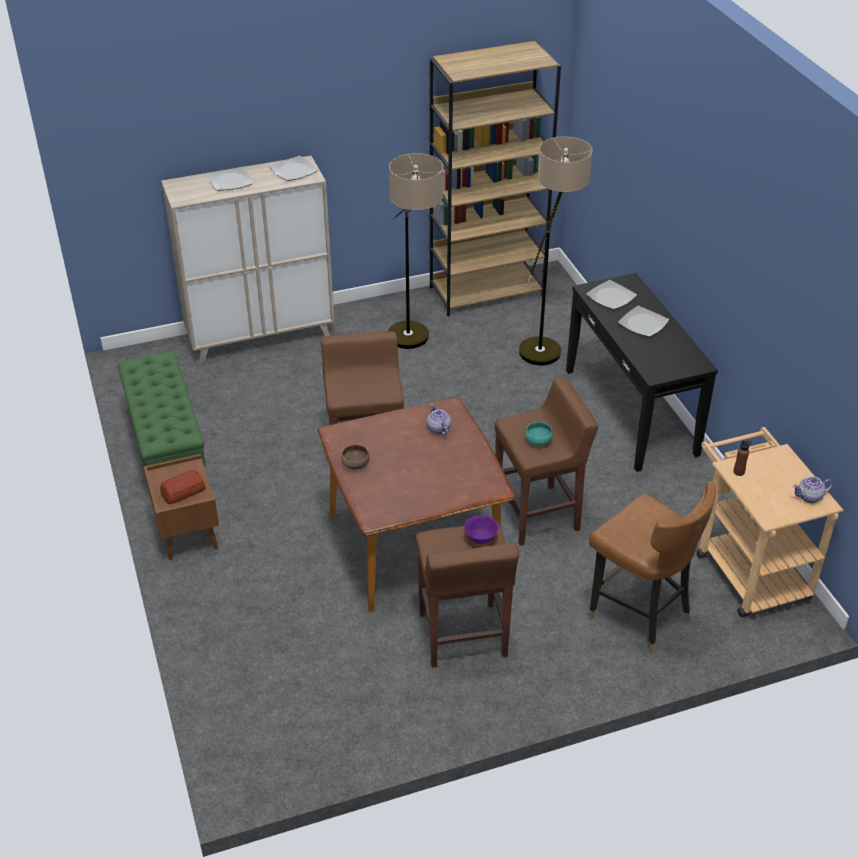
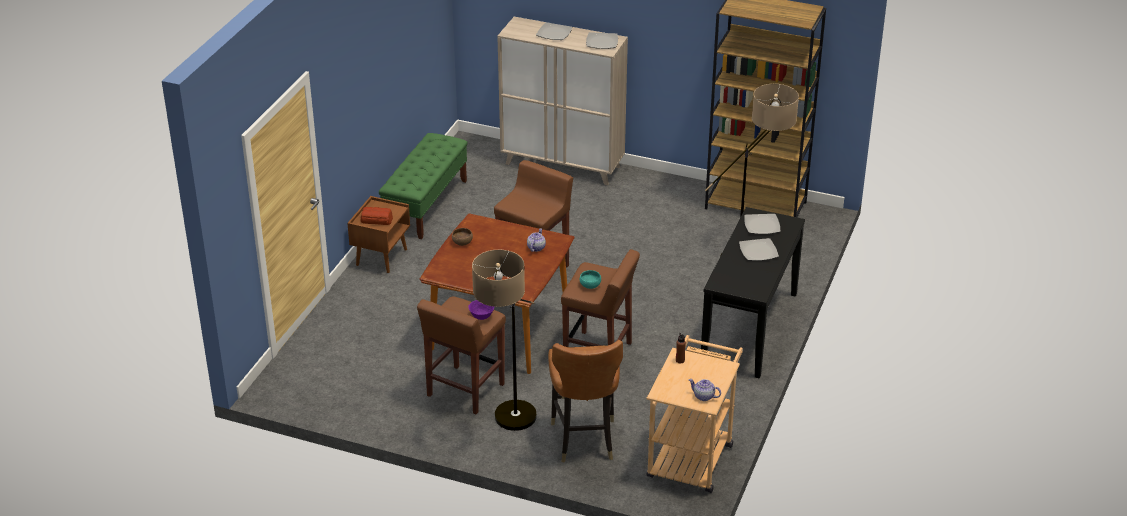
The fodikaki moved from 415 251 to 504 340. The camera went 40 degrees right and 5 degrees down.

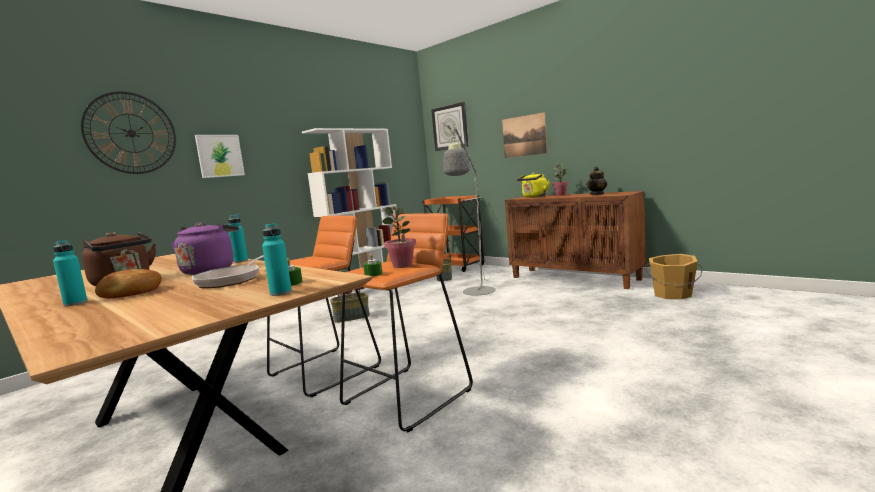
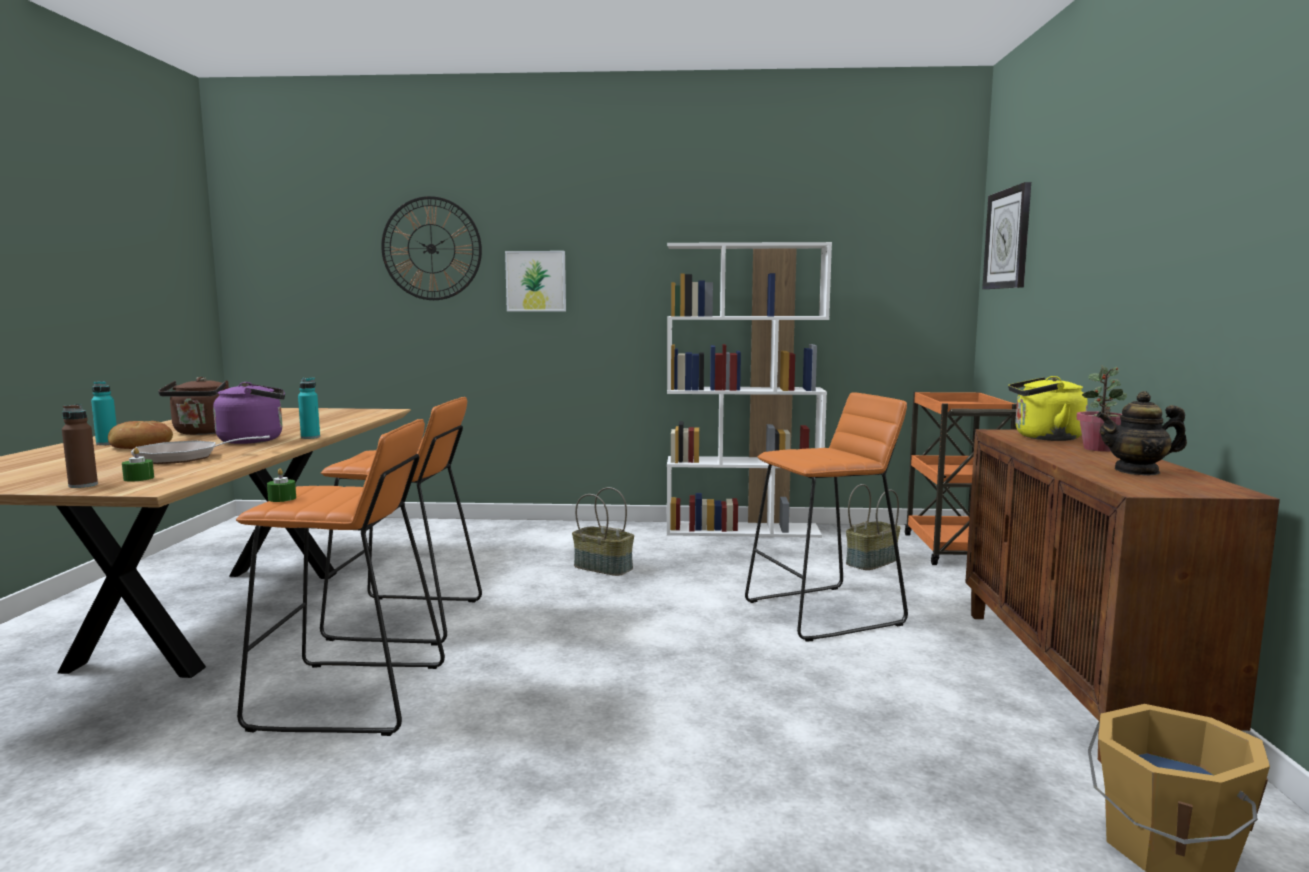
The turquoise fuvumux at 277 259 became the brown fuvumux at 80 446. The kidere at 399 237 disappeared. The grey fodikaki at 469 211 was replaced by the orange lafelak at 826 517. The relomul at 524 135 disappeared. The camera went 50 degrees right and 0 degrees up.

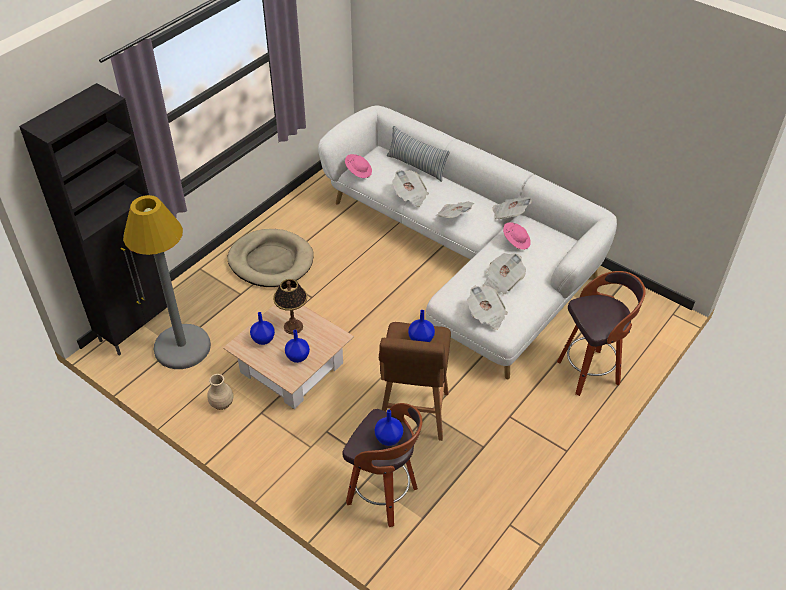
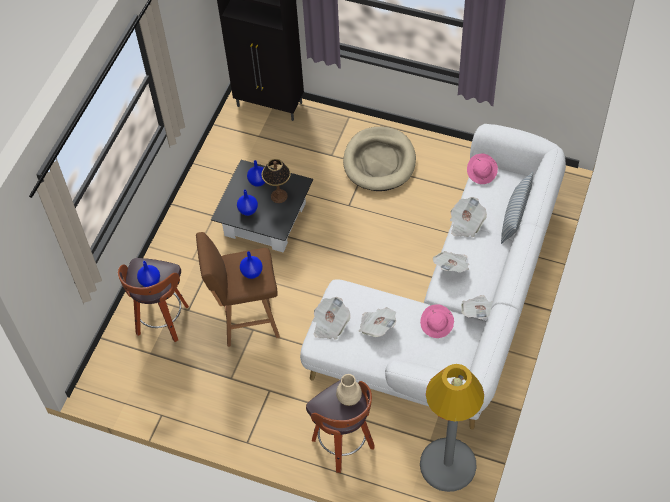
The grey fodikaki moved from 167 282 to 452 428. The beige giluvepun moved from 220 392 to 349 390. The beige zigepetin at 288 357 became the black zigepetin at 262 206. The camera went 75 degrees right and 10 degrees up.

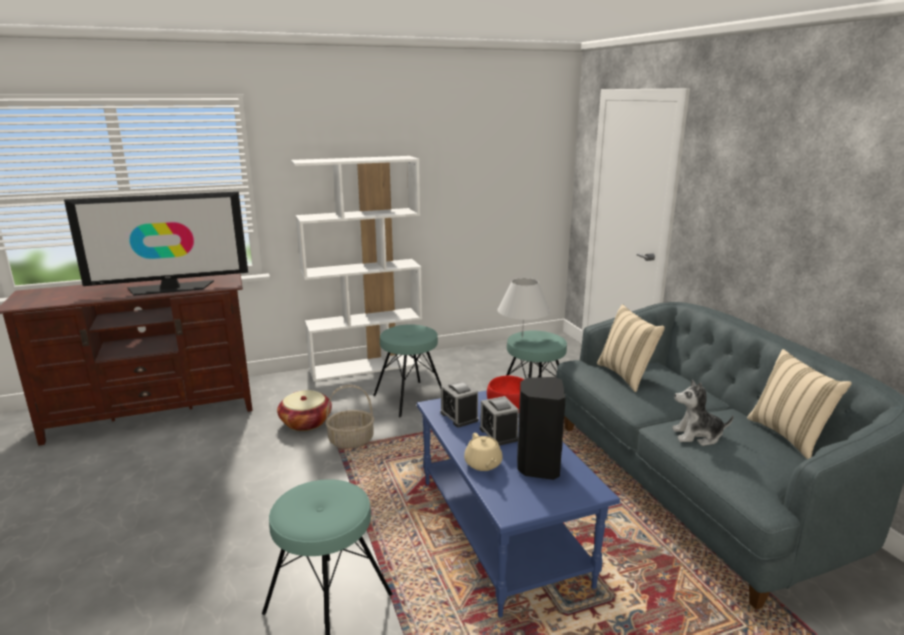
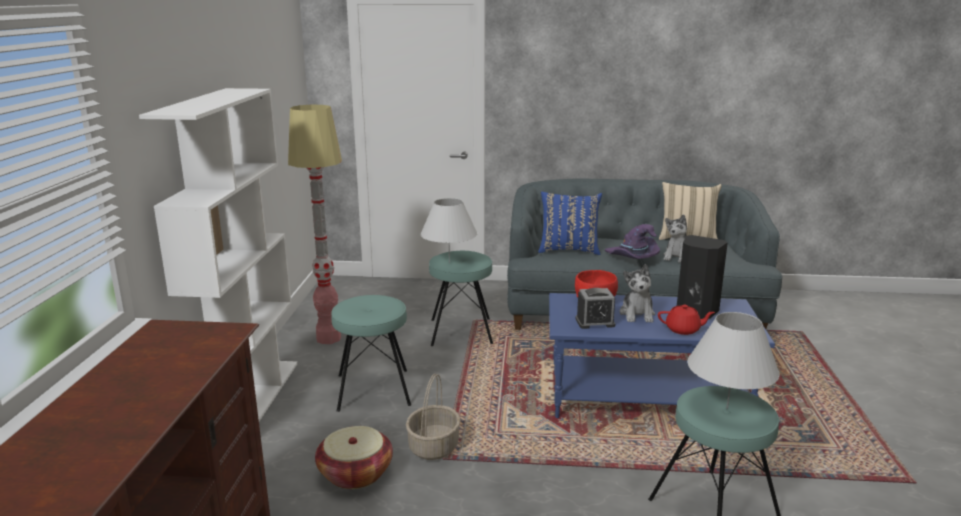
The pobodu at 156 243 disappeared. The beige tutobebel at 483 452 became the red tutobebel at 686 320. The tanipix at 499 421 was replaced by the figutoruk at 637 293. The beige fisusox at 631 348 became the blue fisusox at 570 223. The fodikaki at 315 224 appeared. The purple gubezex at 632 241 appeared. The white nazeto at 733 360 appeared. The camera went 65 degrees left and 0 degrees up.

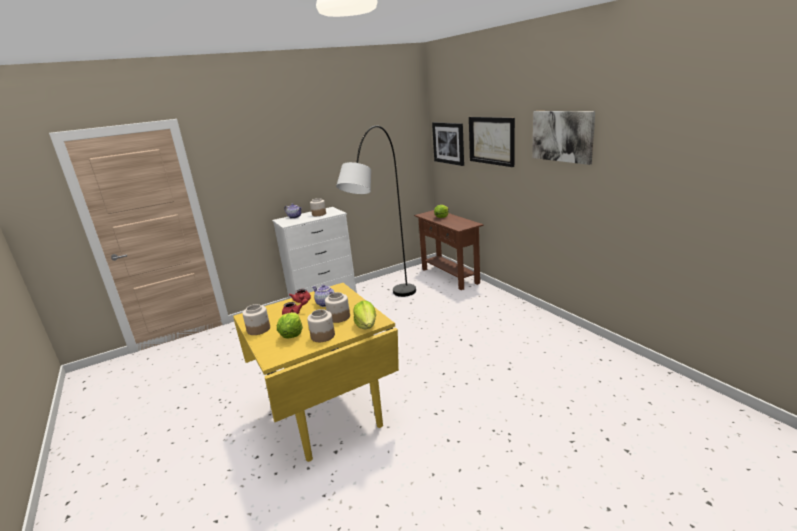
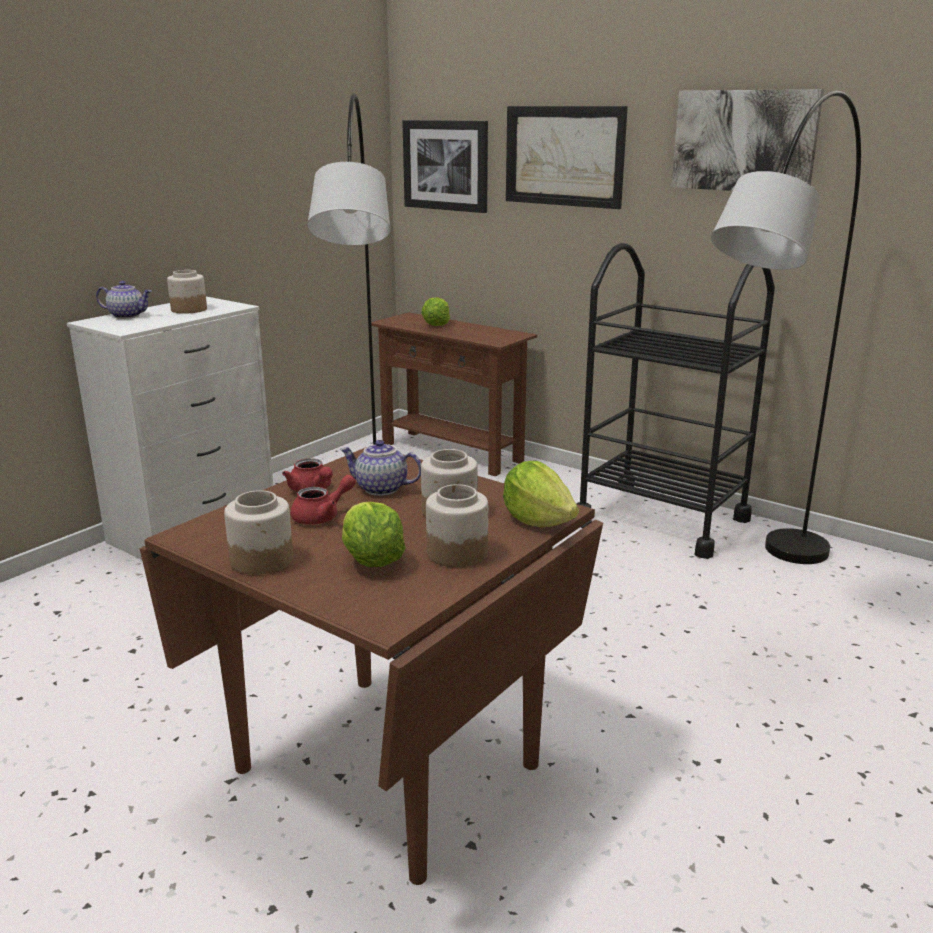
The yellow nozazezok at 316 372 became the brown nozazezok at 371 665. The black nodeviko at 676 401 appeared. The grey fodikaki at 786 327 appeared. The camera went 25 degrees left and 0 degrees up.

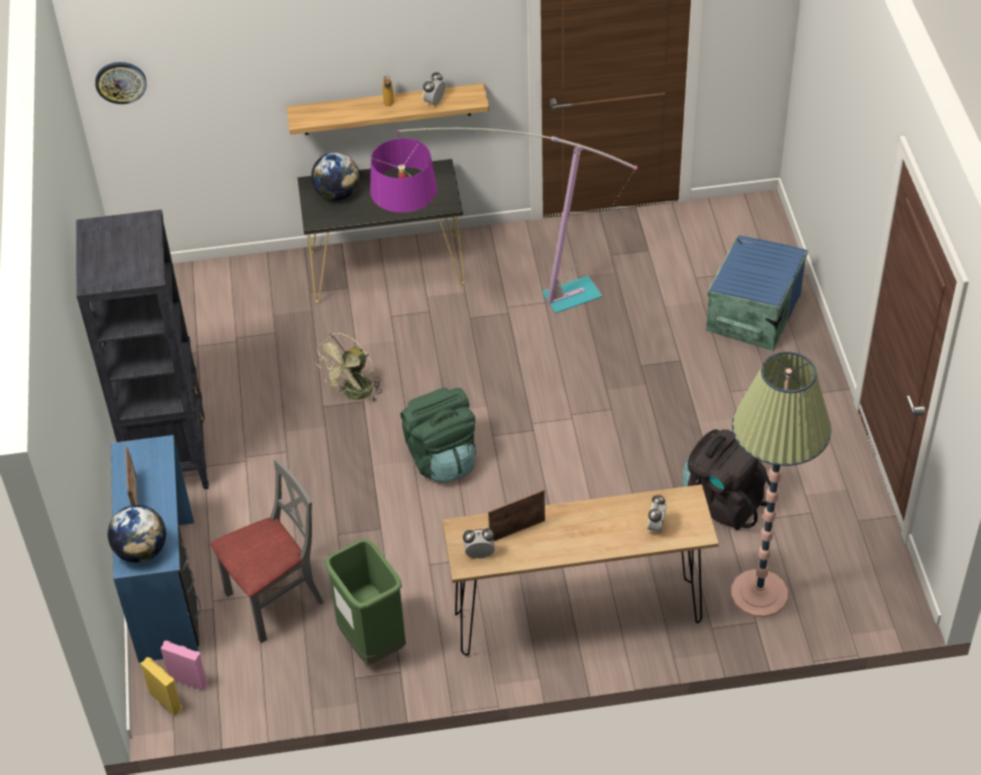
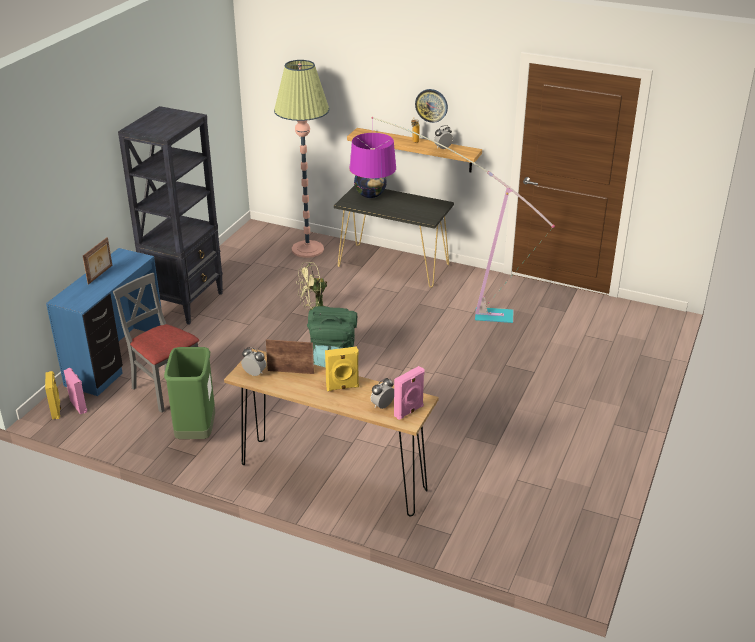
The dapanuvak moved from 121 83 to 431 106. The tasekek at 136 534 disappeared. The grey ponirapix at 267 550 turned 135 degrees counterclockwise. The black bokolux at 726 479 disappeared. The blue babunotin at 757 293 disappeared. The fodikaki moved from 781 484 to 301 159. The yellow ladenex at 342 368 appeared. The pink ladenex at 409 393 appeared. The camera went 30 degrees right and 15 degrees down.

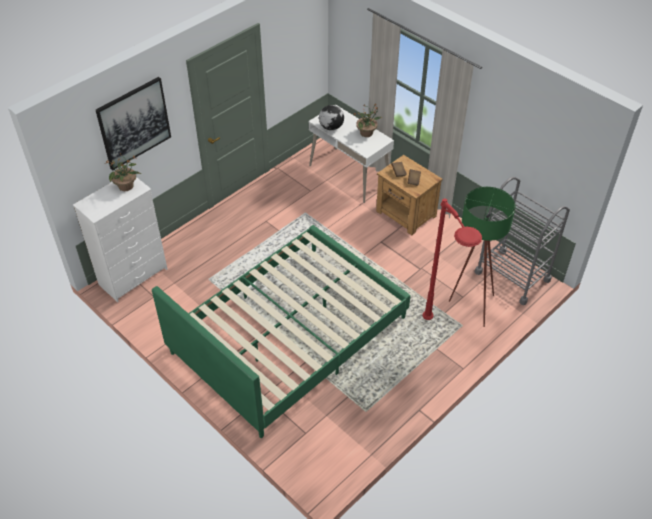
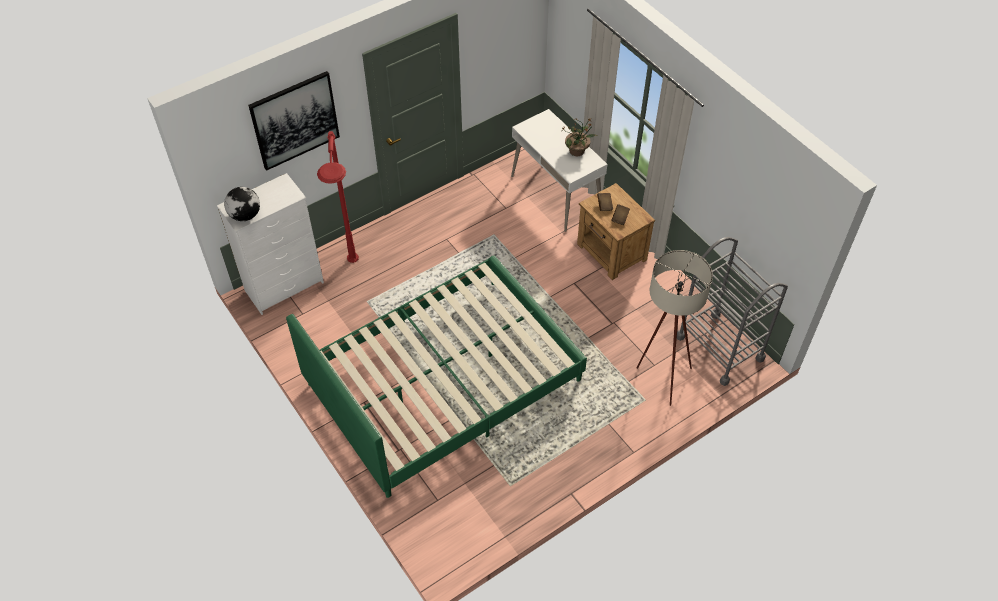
The kidere at 123 172 disappeared. The tasekek moved from 331 117 to 242 204. The red fodikaki moved from 452 259 to 338 197. The green fodikaki at 482 257 became the beige fodikaki at 675 328. The camera went 10 degrees right and 5 degrees up.

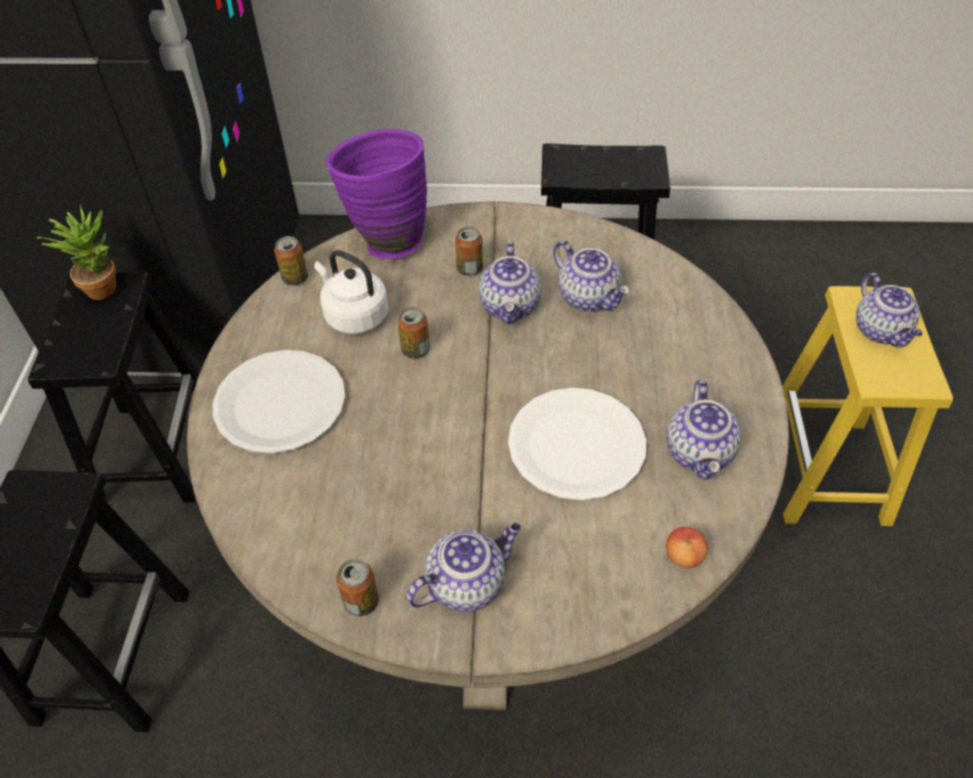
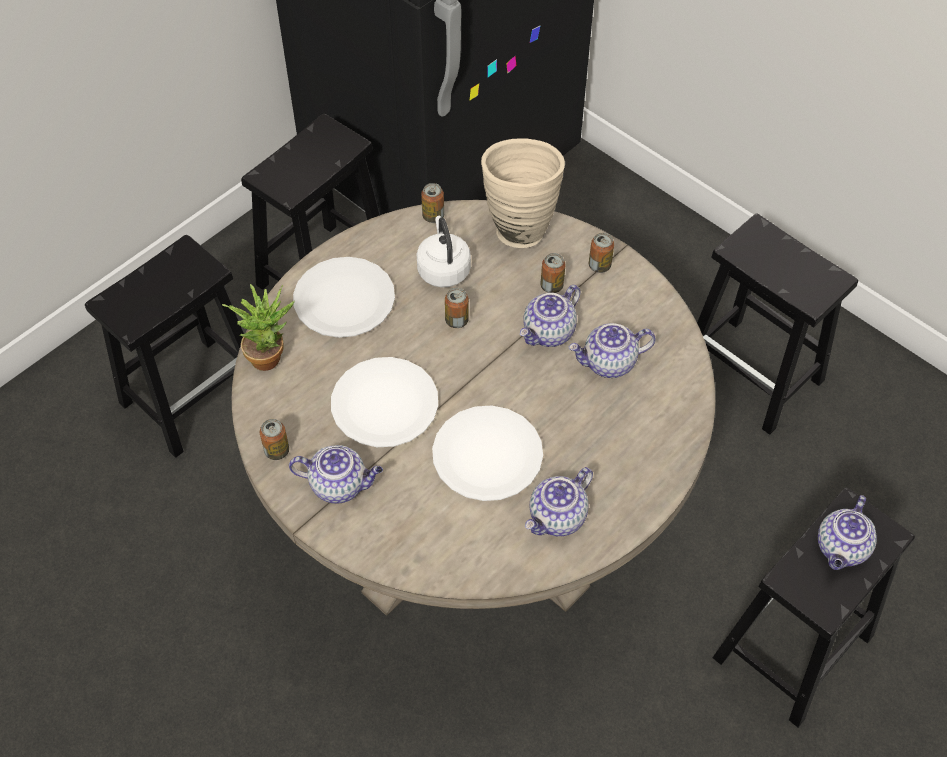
The kidere moved from 76 252 to 258 327. The purple giluvepun at 376 194 became the beige giluvepun at 523 193. The tutobebel at 591 276 turned 75 degrees clockwise. The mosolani at 687 547 disappeared. The yellow lafelak at 867 406 became the black lafelak at 813 607. The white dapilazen at 384 402 appeared. The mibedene at 601 253 appeared. The camera went 40 degrees right and 5 degrees up.

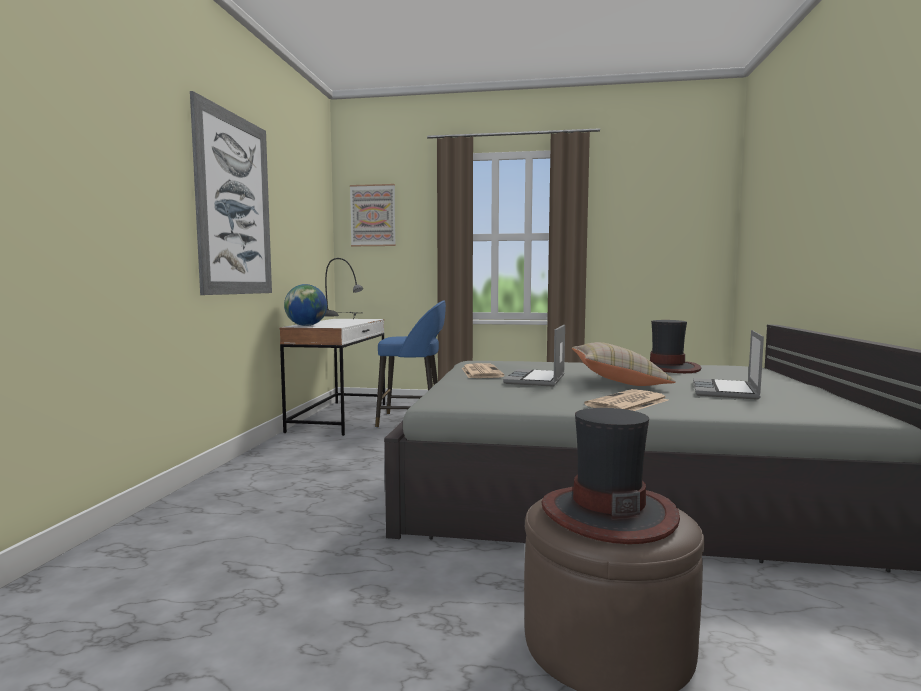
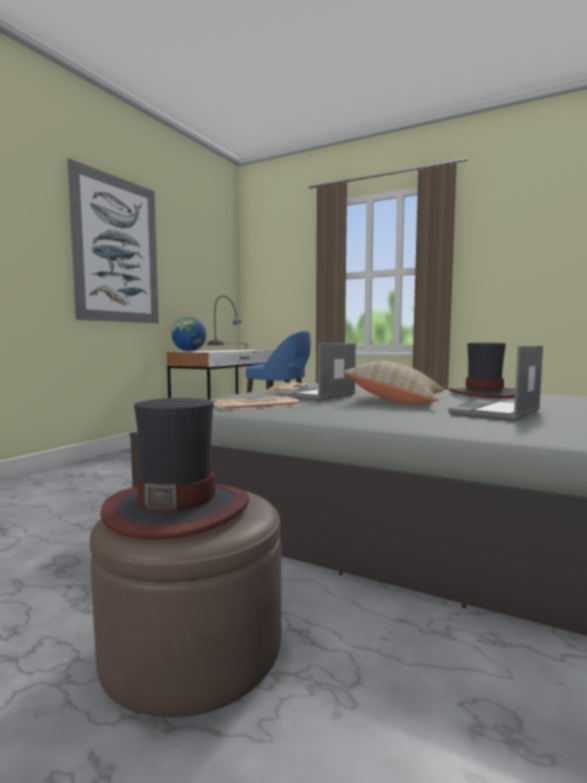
The relomul at 373 215 disappeared. The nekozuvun moved from 626 400 to 257 403. The camera went 20 degrees right and 0 degrees up.

